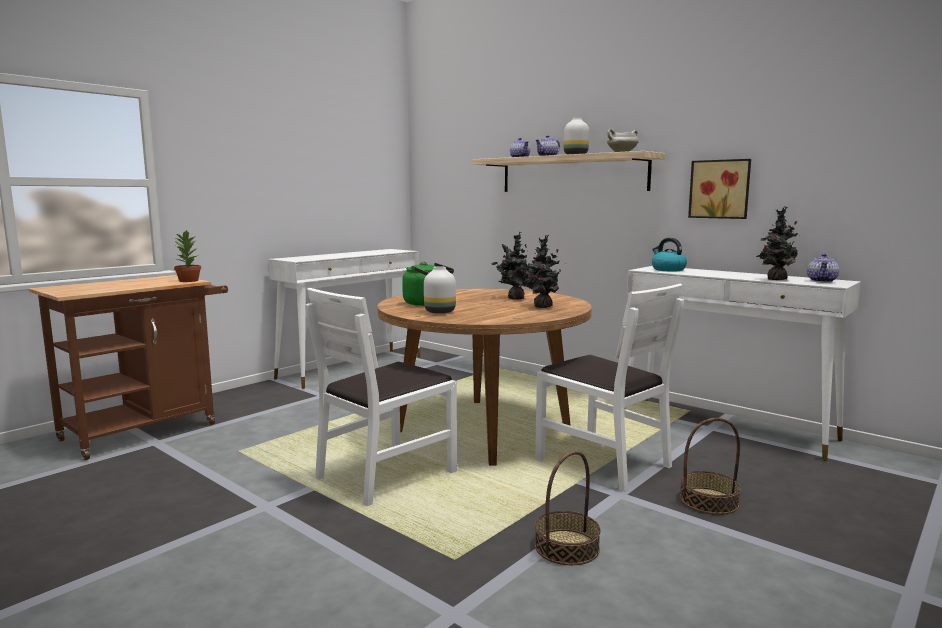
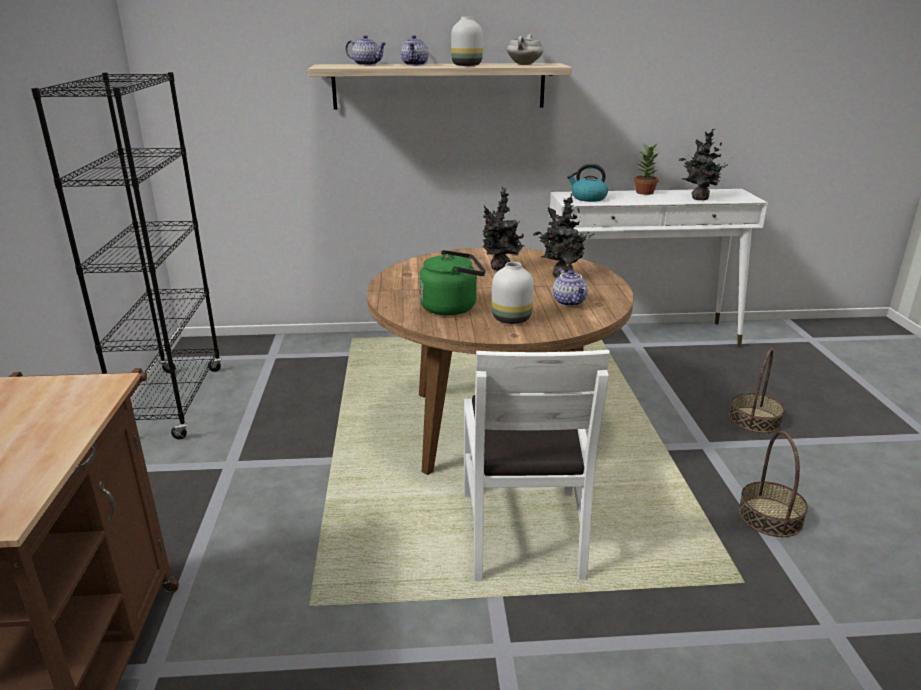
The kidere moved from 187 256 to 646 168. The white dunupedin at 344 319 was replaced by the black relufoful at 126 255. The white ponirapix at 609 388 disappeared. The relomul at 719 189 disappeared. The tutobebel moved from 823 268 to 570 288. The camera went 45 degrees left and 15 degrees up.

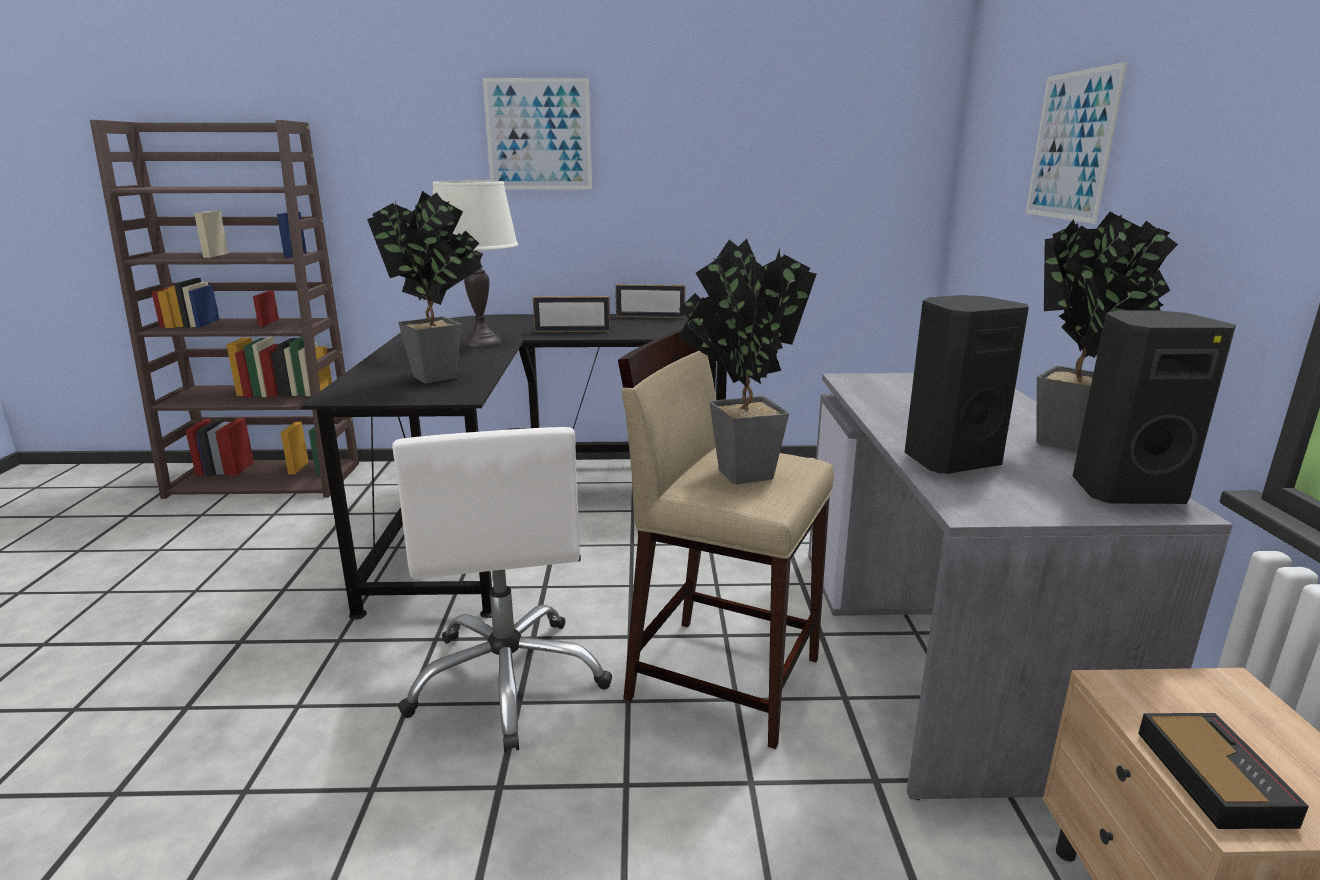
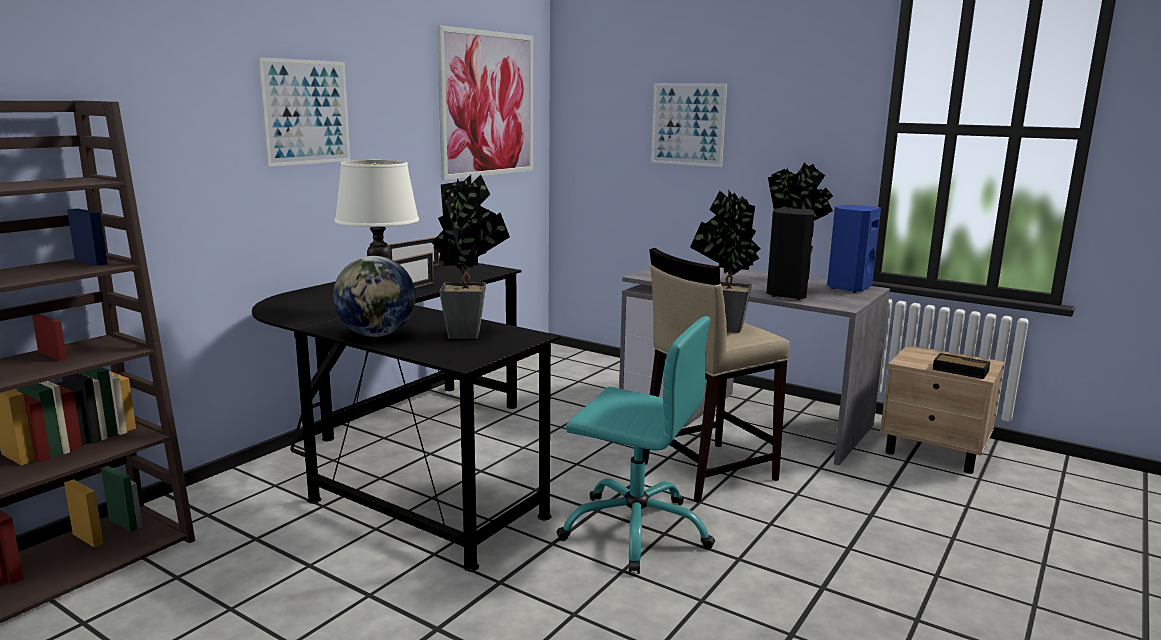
The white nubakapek at 502 589 became the turquoise nubakapek at 636 445. The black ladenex at 1154 407 became the blue ladenex at 854 249. The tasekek at 374 296 appeared. The relomul at 485 102 appeared. The camera went 55 degrees left and 5 degrees down.

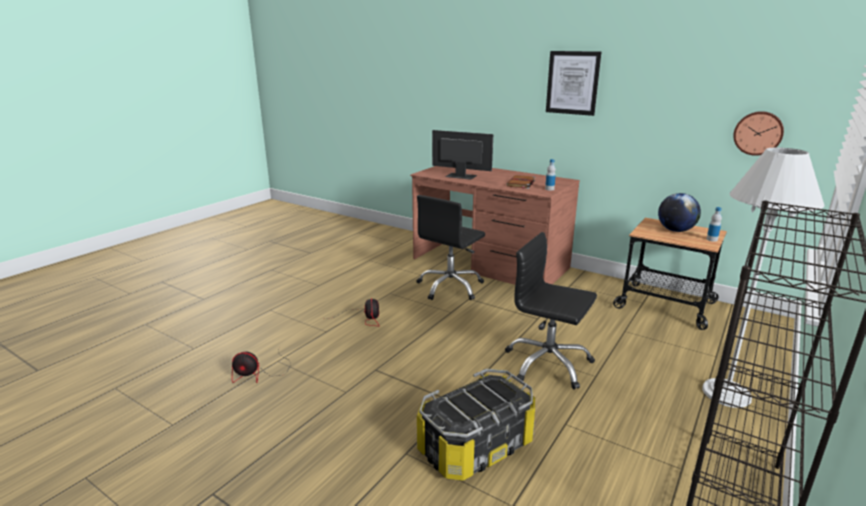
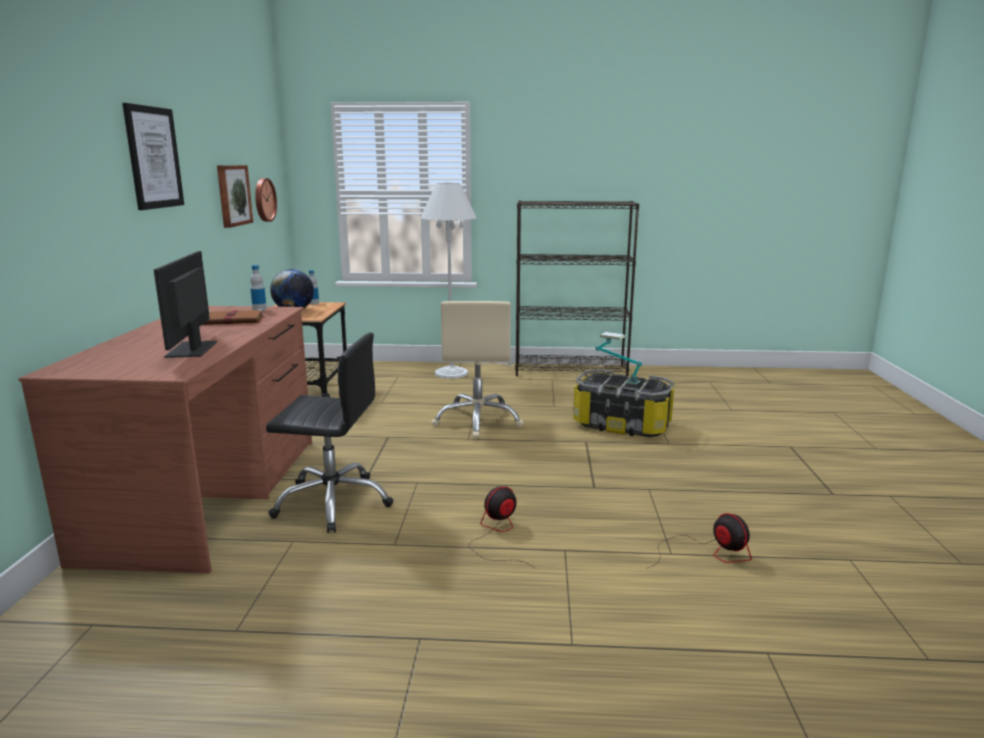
The black nubakapek at 551 311 became the beige nubakapek at 478 369. The relomul at 235 196 appeared. The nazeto at 618 358 appeared. The camera went 120 degrees left and 5 degrees down.

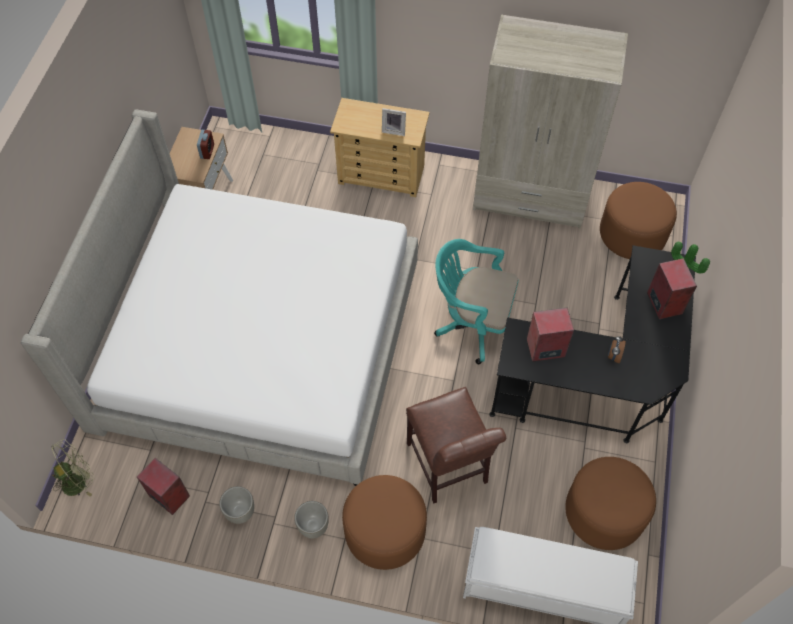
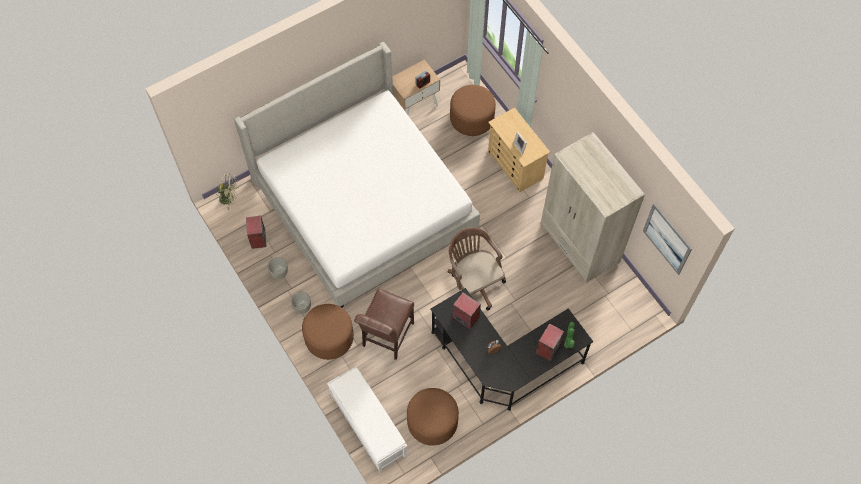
The turquoise nubakapek at 476 301 became the brown nubakapek at 477 268. The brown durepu moved from 638 220 to 473 110. The relomul at 667 239 appeared. The camera went 45 degrees right and 5 degrees up.

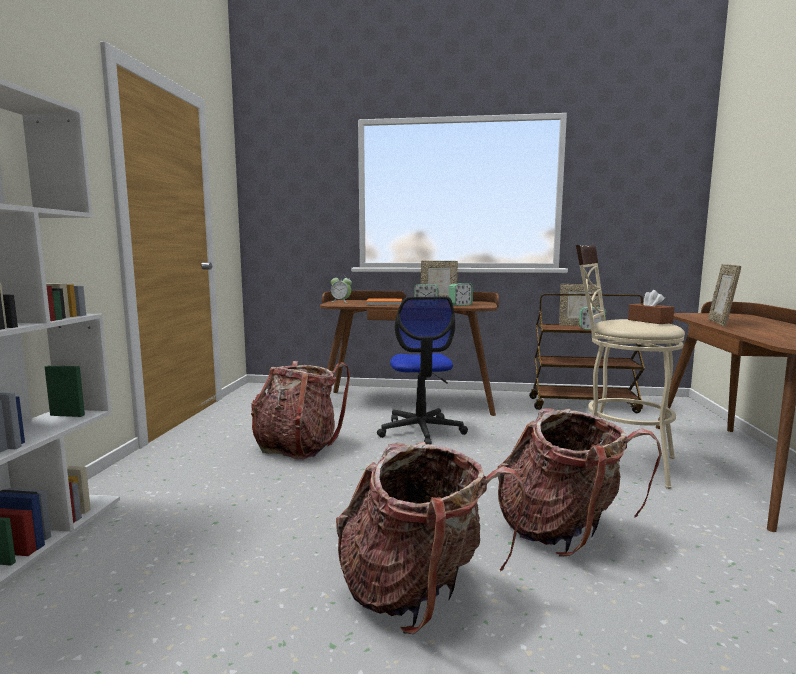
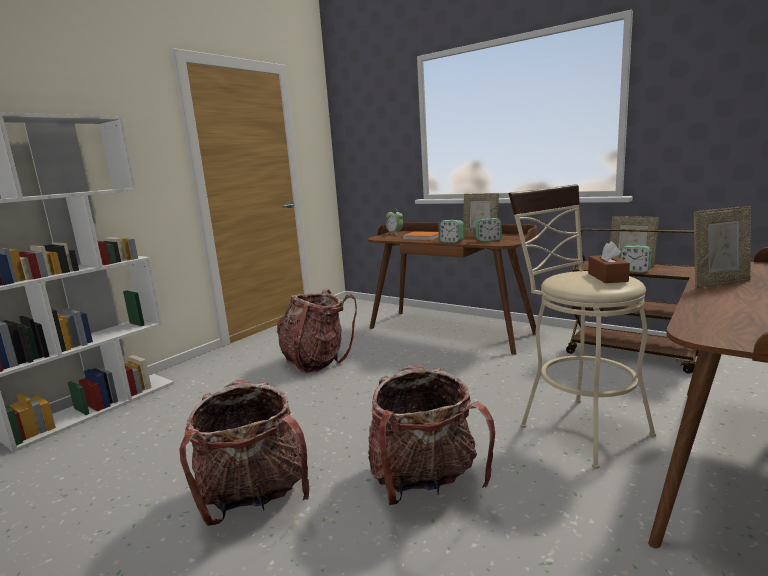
The nubakapek at 422 370 disappeared. The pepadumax at 724 295 turned 150 degrees counterclockwise. The camera went 30 degrees right and 5 degrees up.

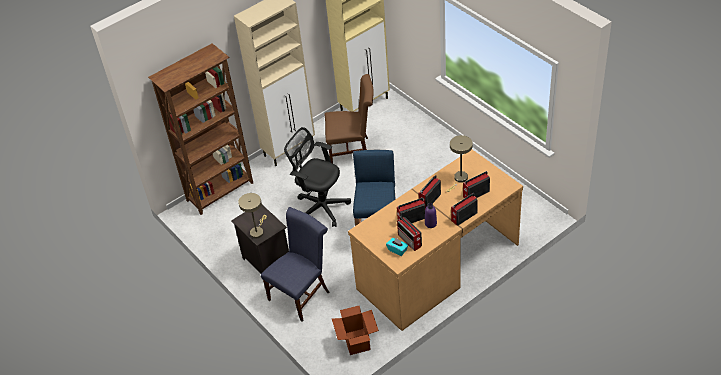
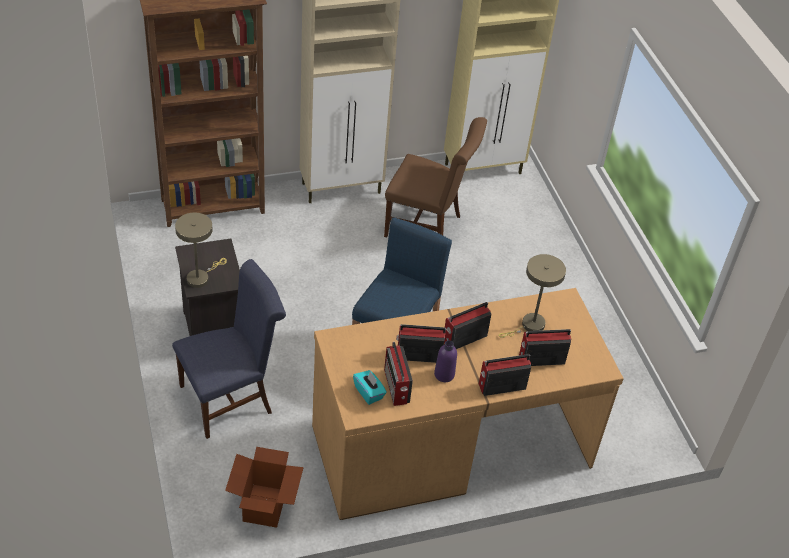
The black nubakapek at 317 177 disappeared. The camera went 15 degrees right and 0 degrees up.

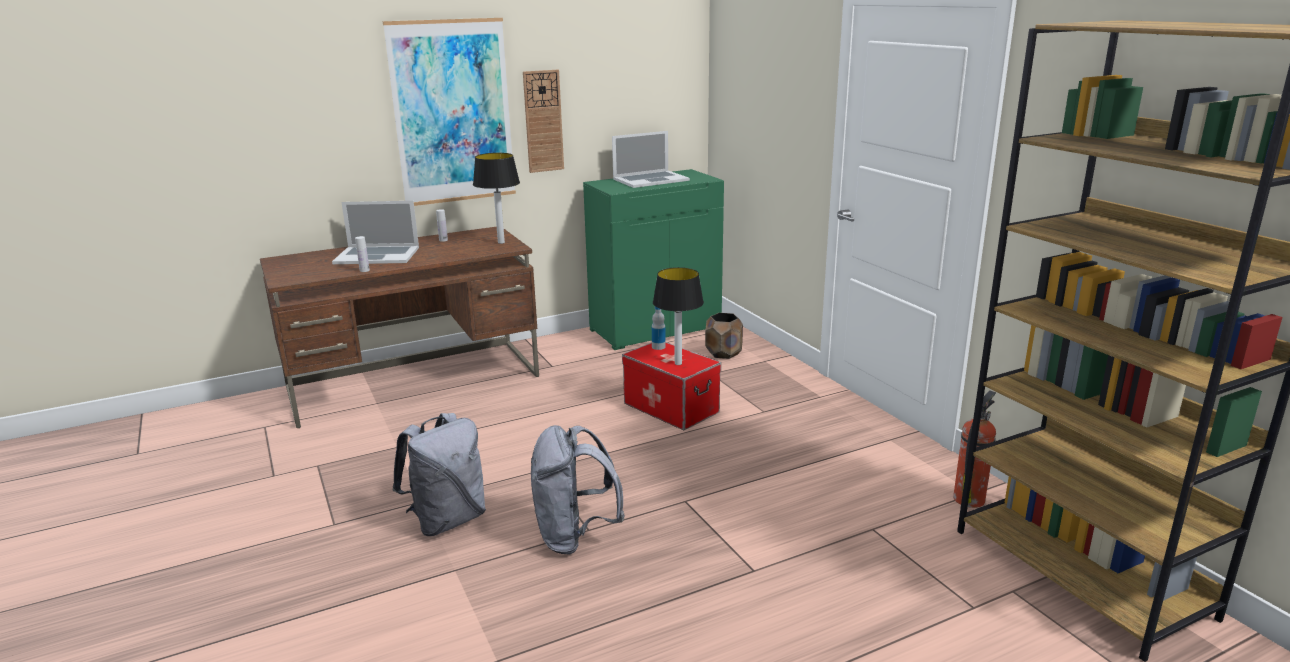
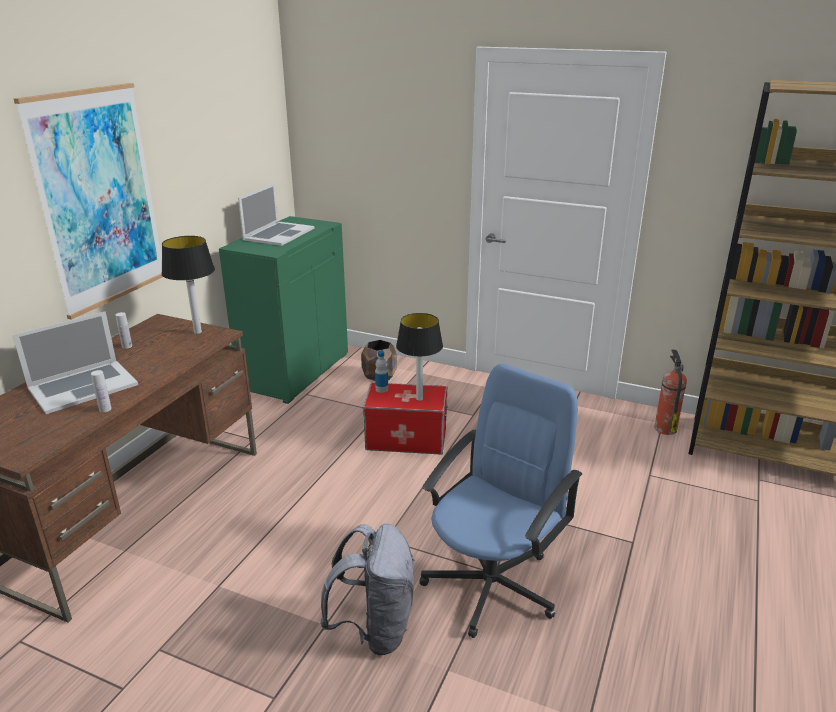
The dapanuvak at 543 121 disappeared. The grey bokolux at 578 490 was replaced by the blue nubakapek at 500 501. The camera went 40 degrees left and 5 degrees up.

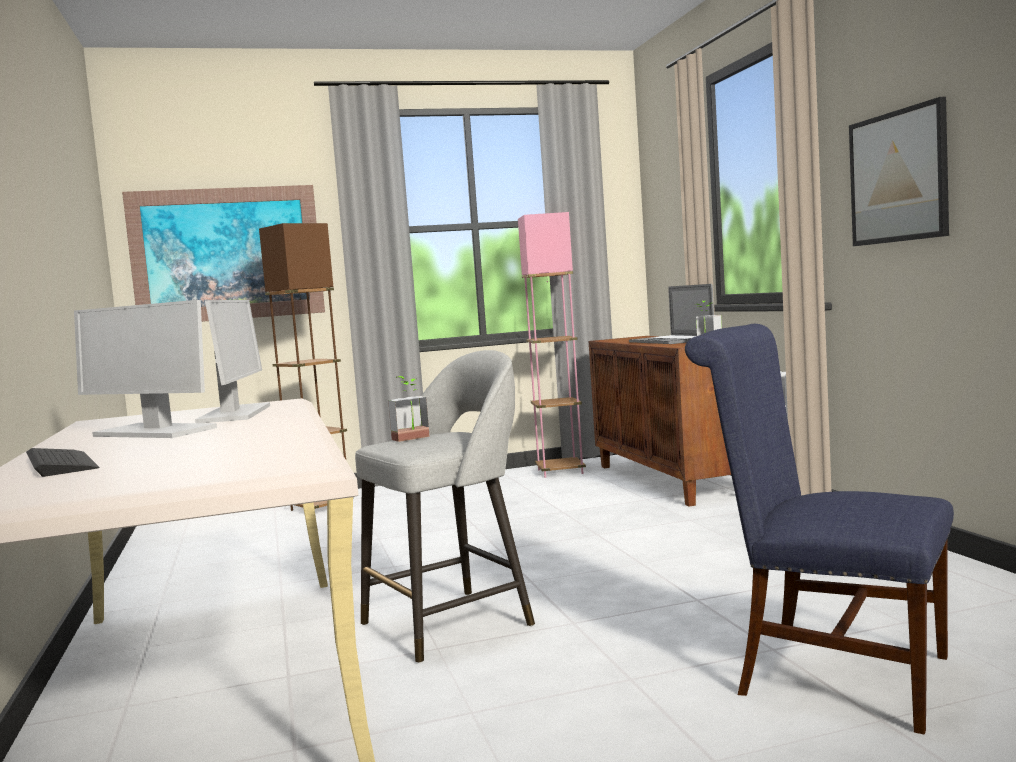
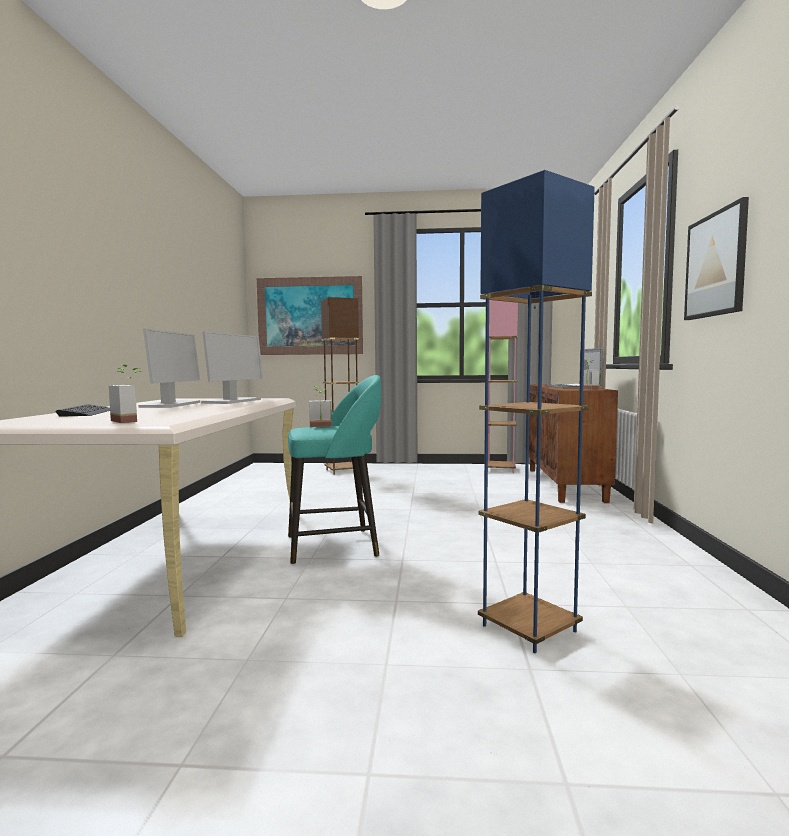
The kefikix at 145 369 turned 135 degrees counterclockwise. The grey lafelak at 445 506 became the turquoise lafelak at 334 469. The blue ponirapix at 819 529 was replaced by the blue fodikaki at 536 411. The kidere at 125 394 appeared. The camera went 20 degrees right and 0 degrees up.

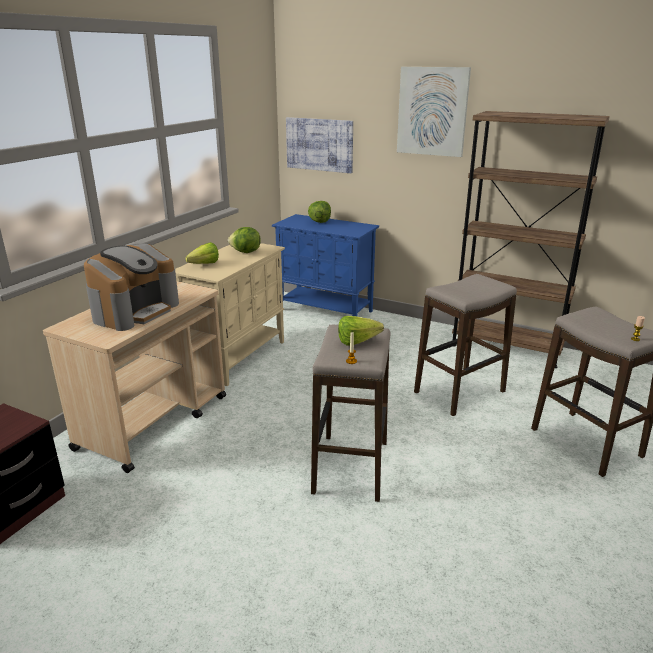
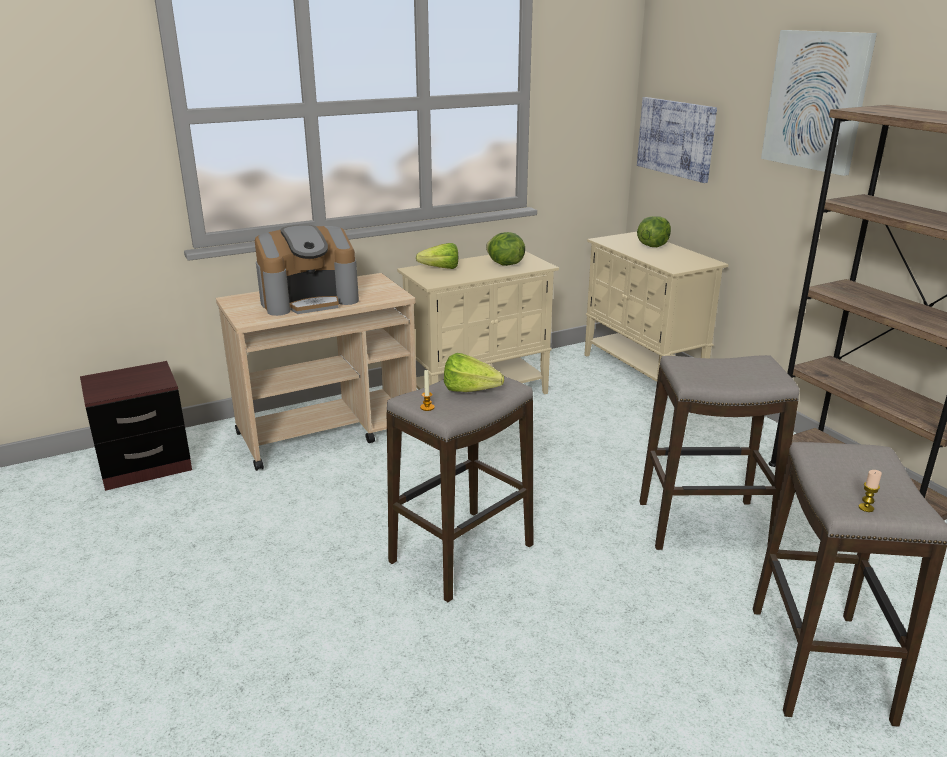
The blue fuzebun at 325 265 became the beige fuzebun at 656 307. The camera went 35 degrees right and 0 degrees up.

